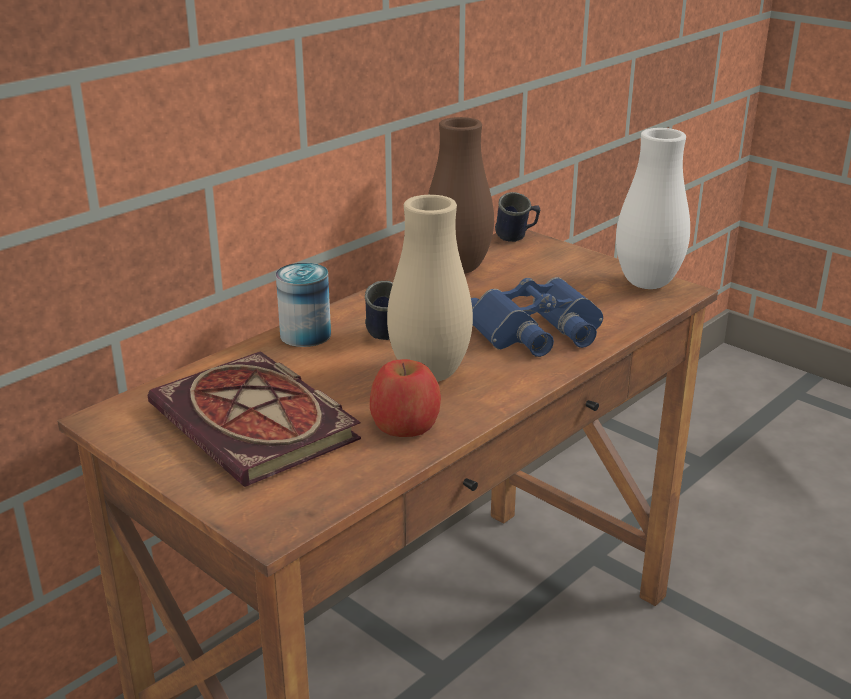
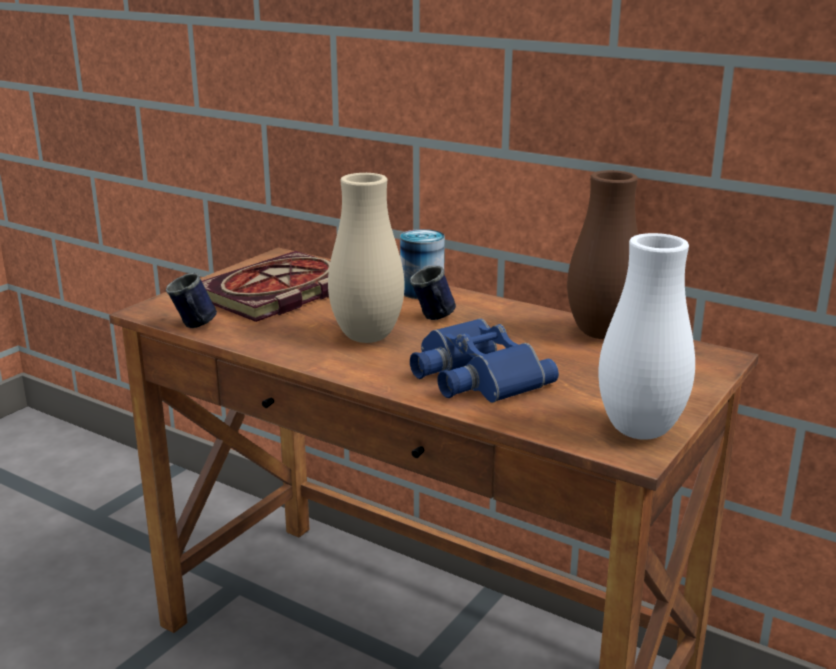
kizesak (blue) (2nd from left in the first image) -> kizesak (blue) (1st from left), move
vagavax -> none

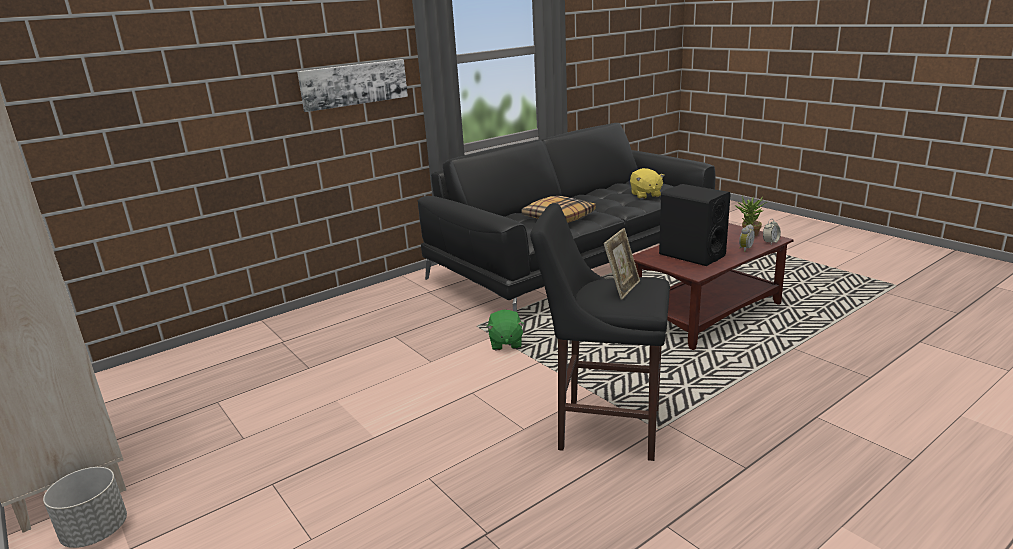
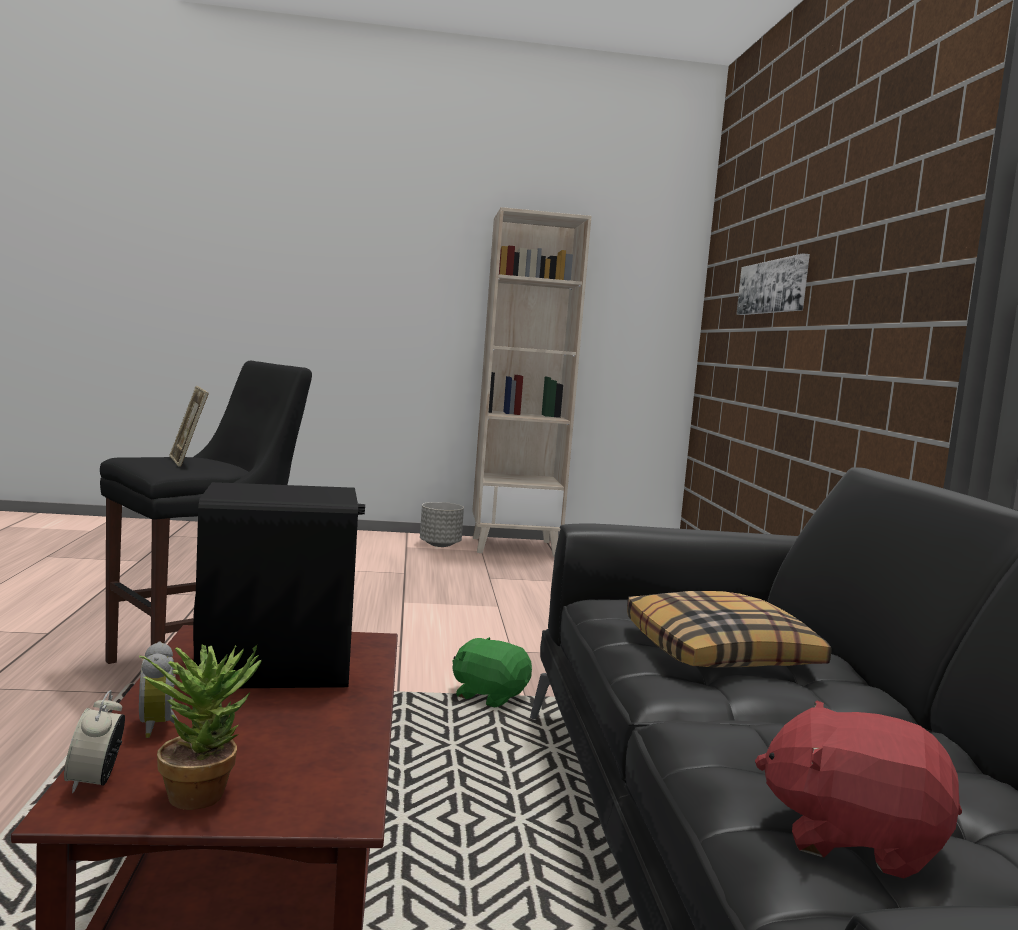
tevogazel, move
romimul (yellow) -> romimul (red)

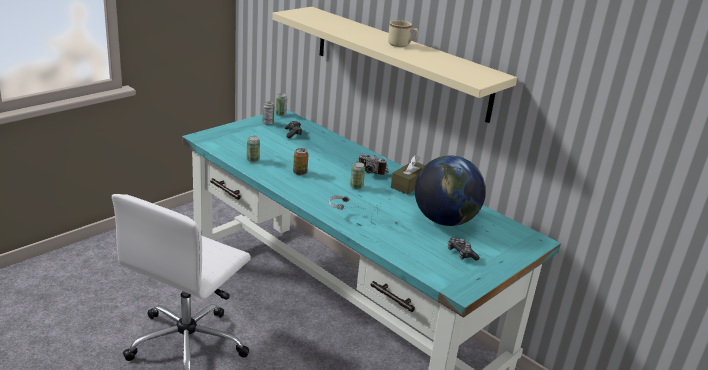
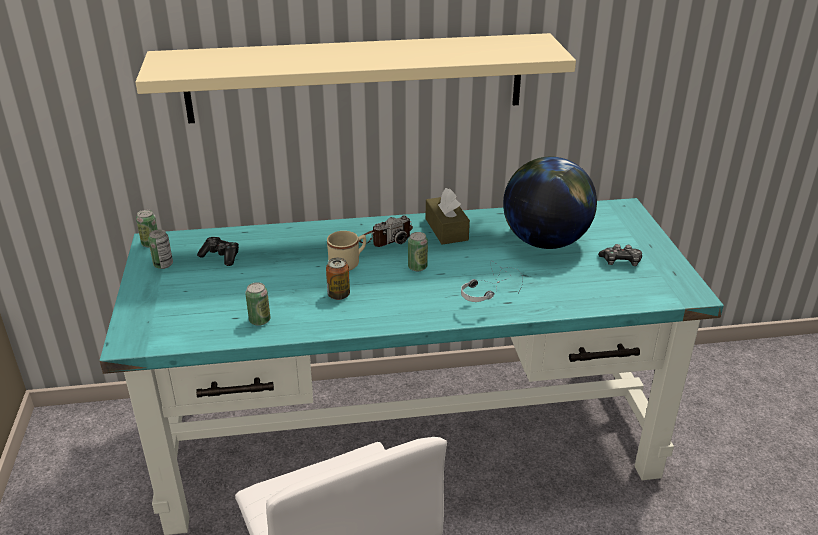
kizesak (beige), move

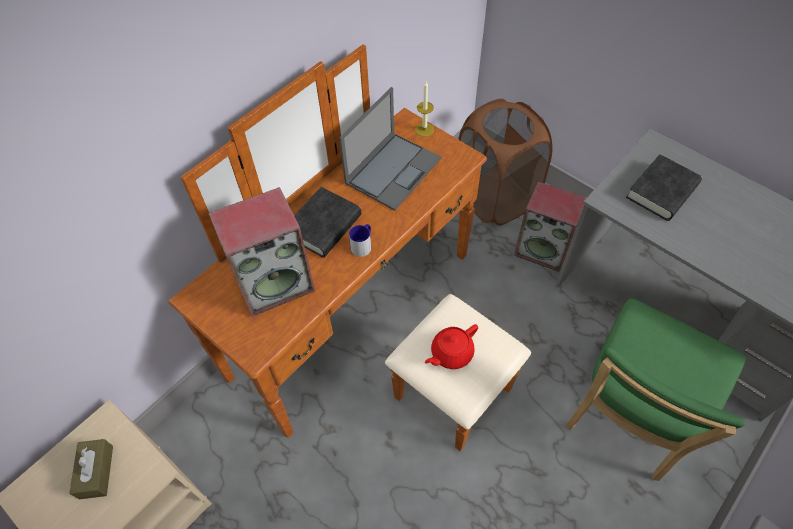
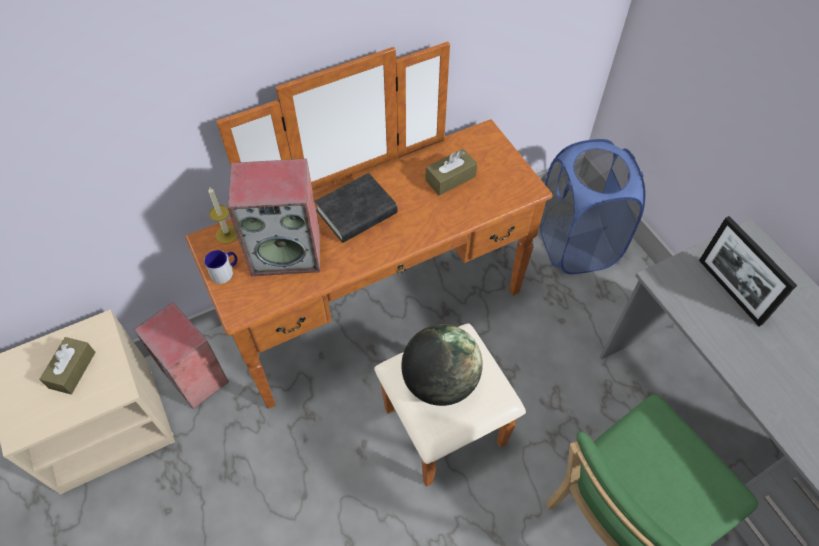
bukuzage (2nd from left in the first image) -> bukuzage (1st from left), move
kizesak, move
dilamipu, move
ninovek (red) -> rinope
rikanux -> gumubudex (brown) (2nd from left)
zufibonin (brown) -> zufibonin (blue)
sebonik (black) (2nd from left) -> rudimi

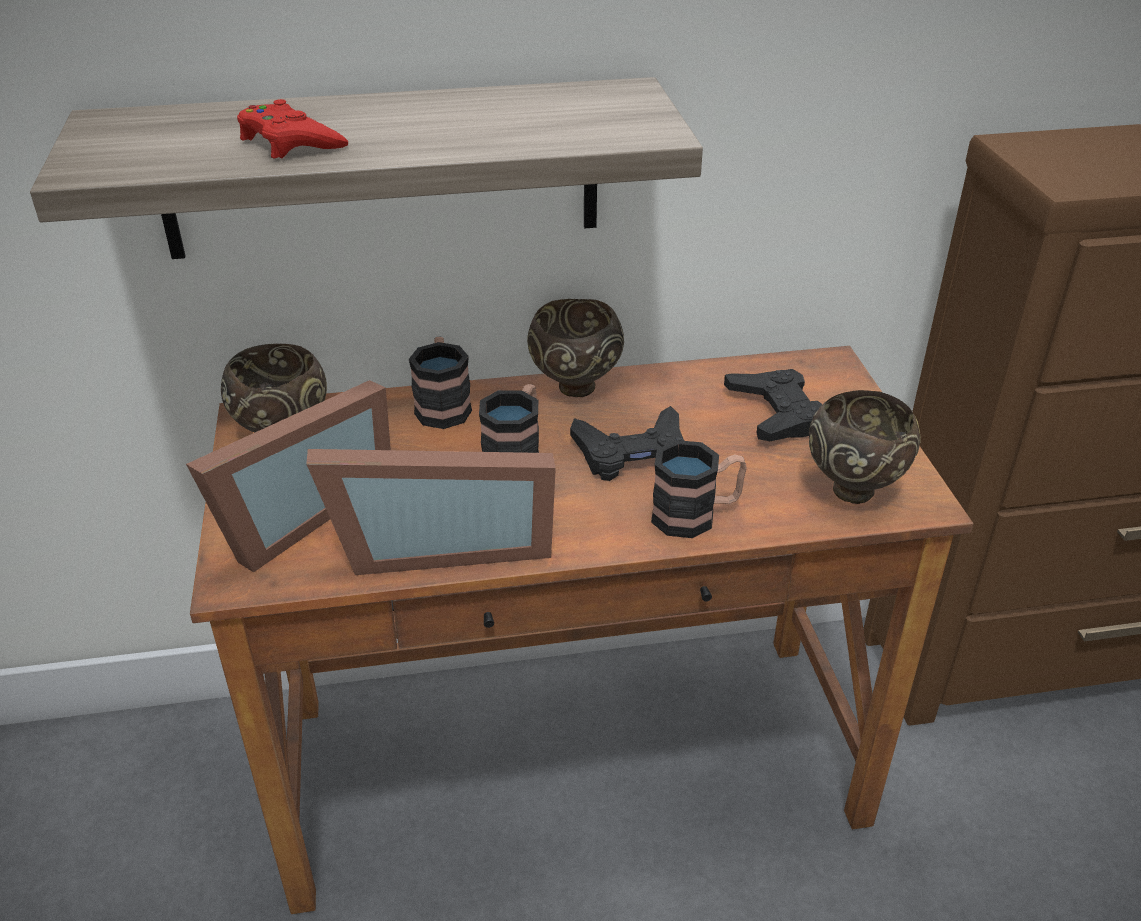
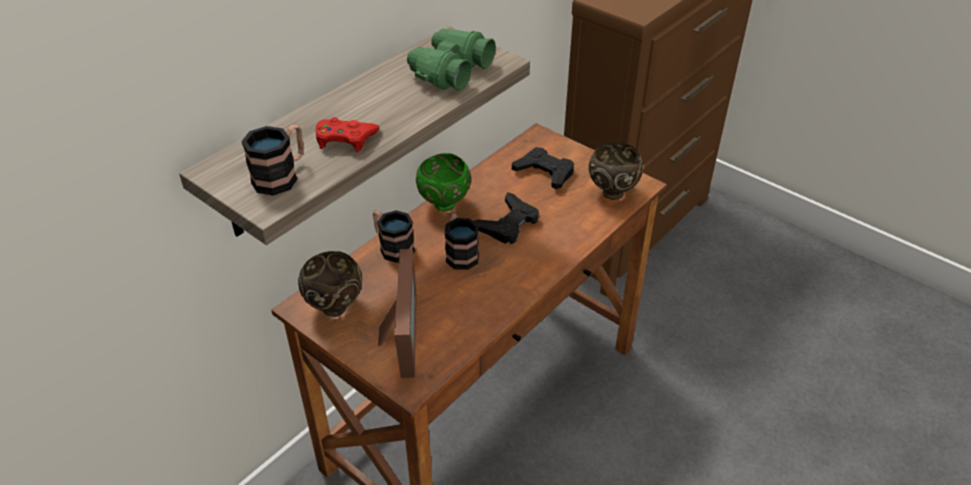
kizesak (3rd from left in the first image) -> kizesak (1st from left), move
none -> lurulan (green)
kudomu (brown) (2nd from left) -> kudomu (green)
rudimi (2nd from left) -> none

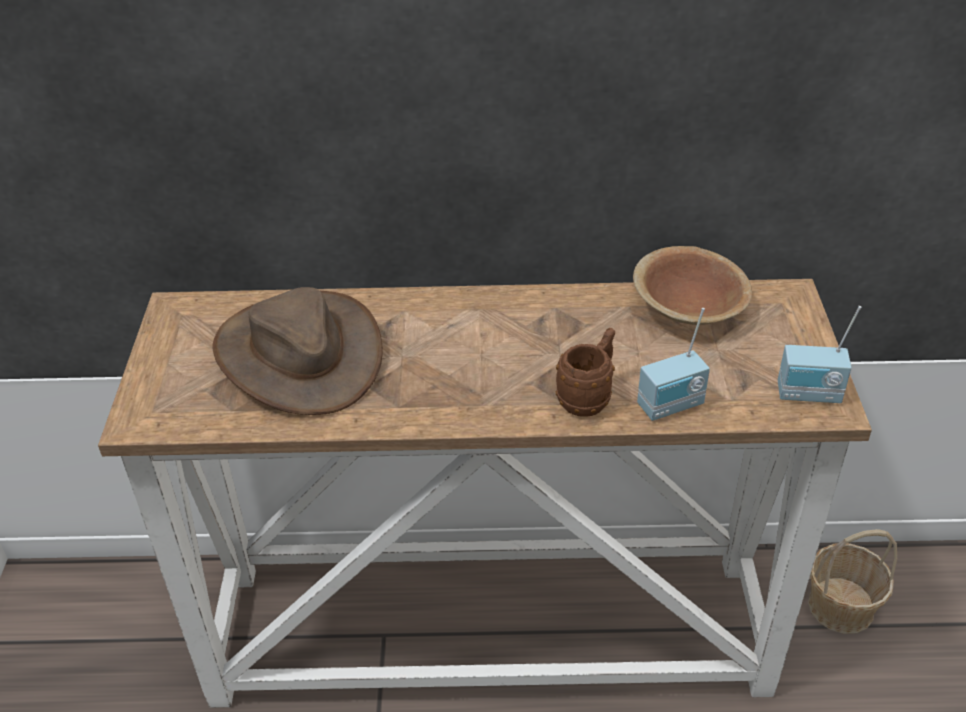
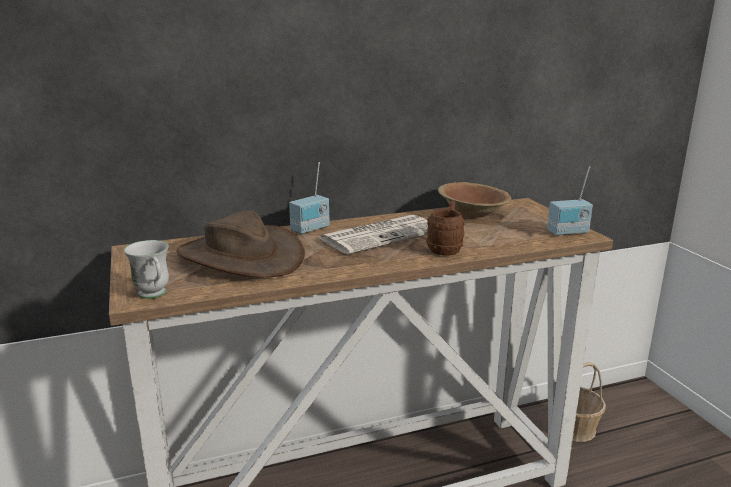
none -> kizesak (white)
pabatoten (1st from left), move
none -> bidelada

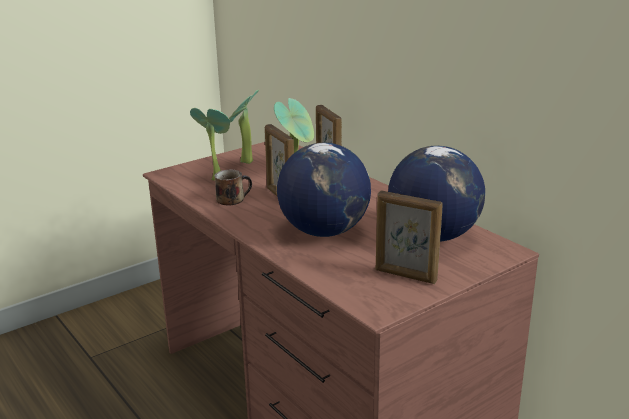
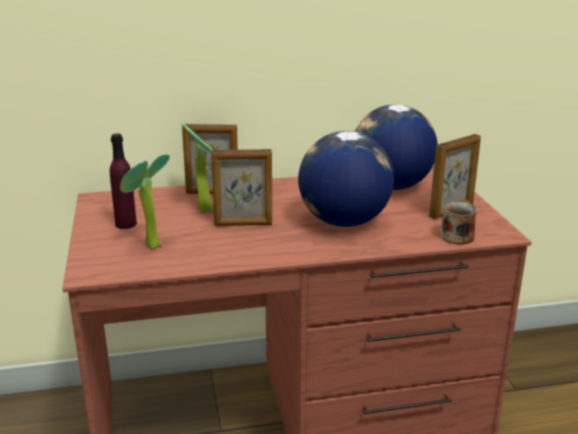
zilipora (2nd from left) -> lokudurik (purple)
kizesak, move

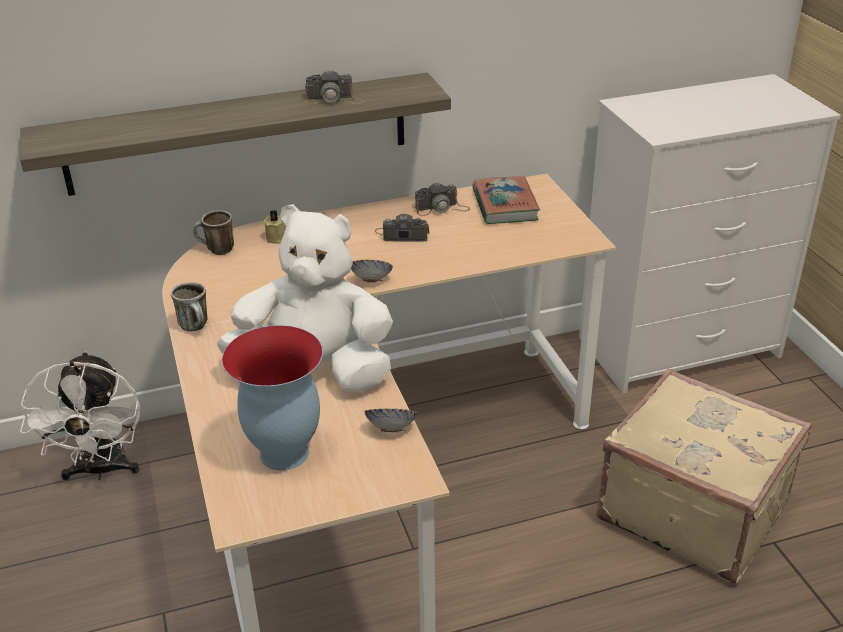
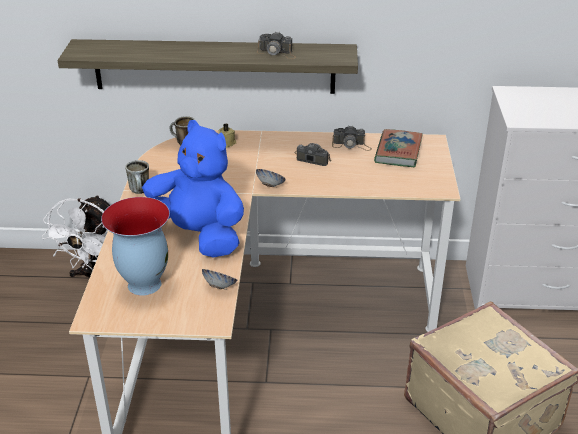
romimul (white) -> romimul (blue)

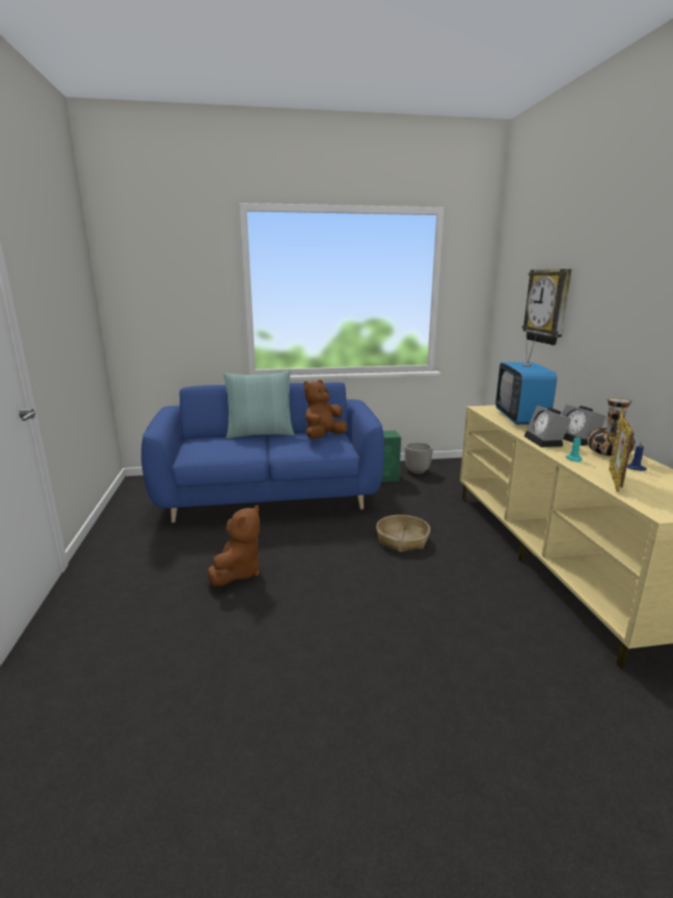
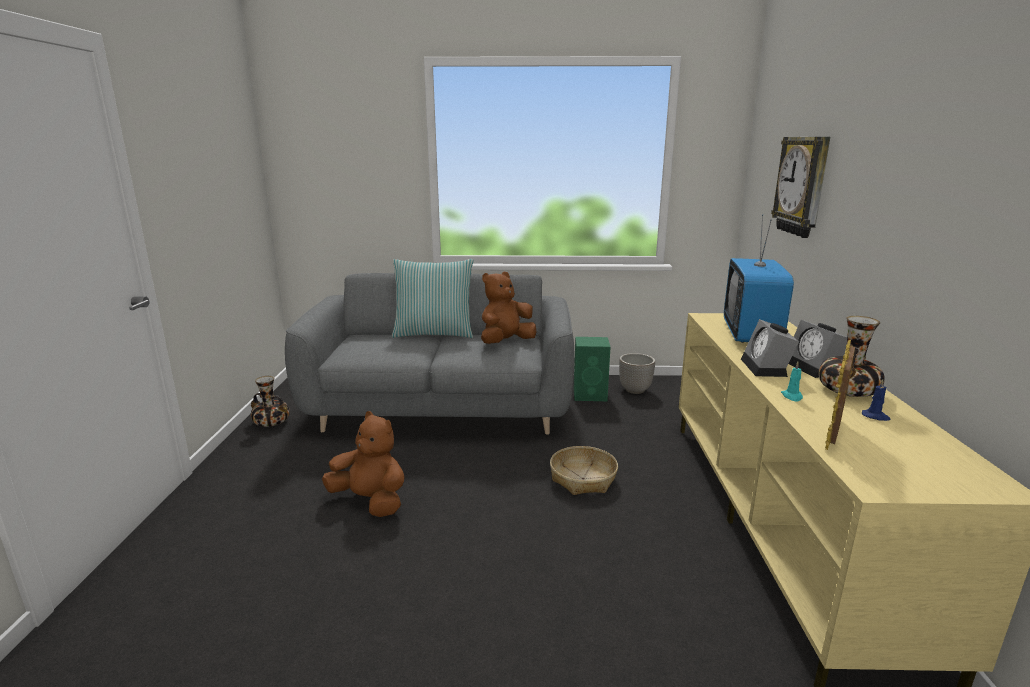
none -> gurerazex (1st from left)
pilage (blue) -> pilage (grey)
romimul (brown) (1st from left), 90 degrees counterclockwise

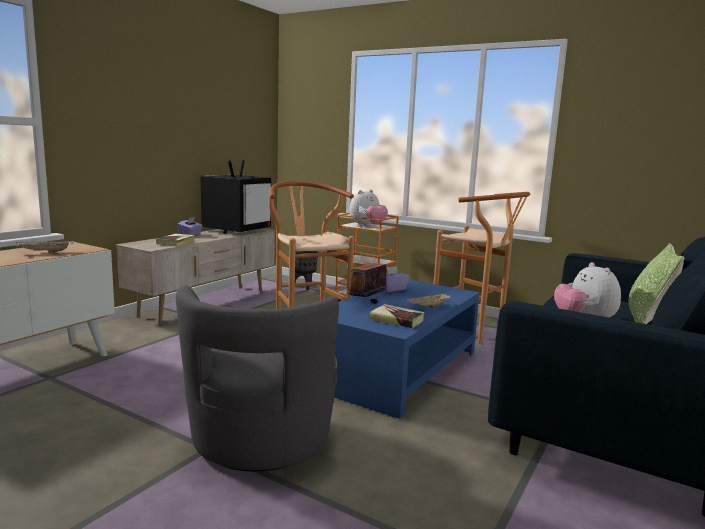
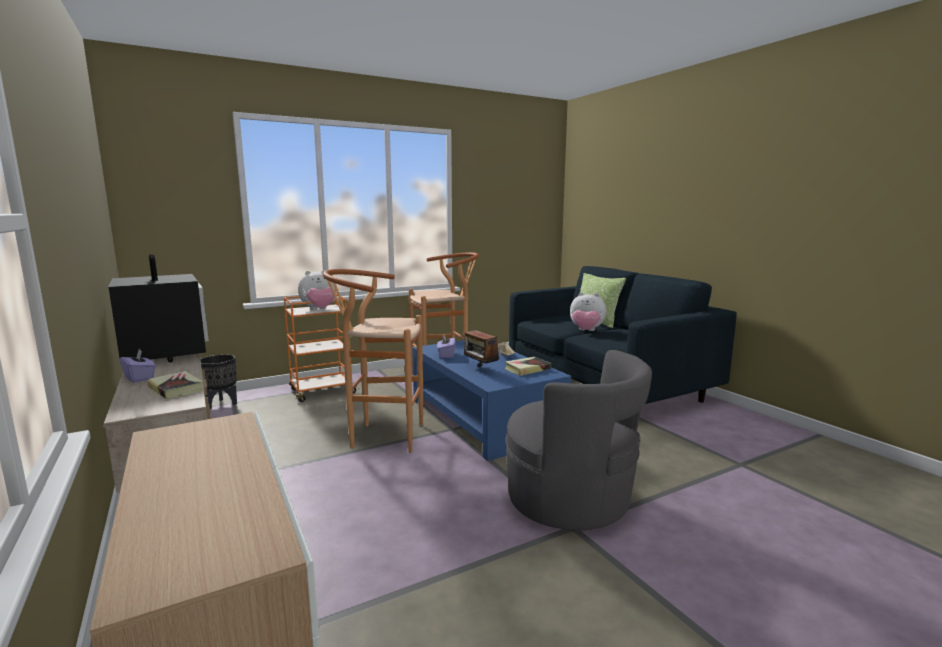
romimul (1st from left), 75 degrees clockwise
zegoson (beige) (1st from left) -> none

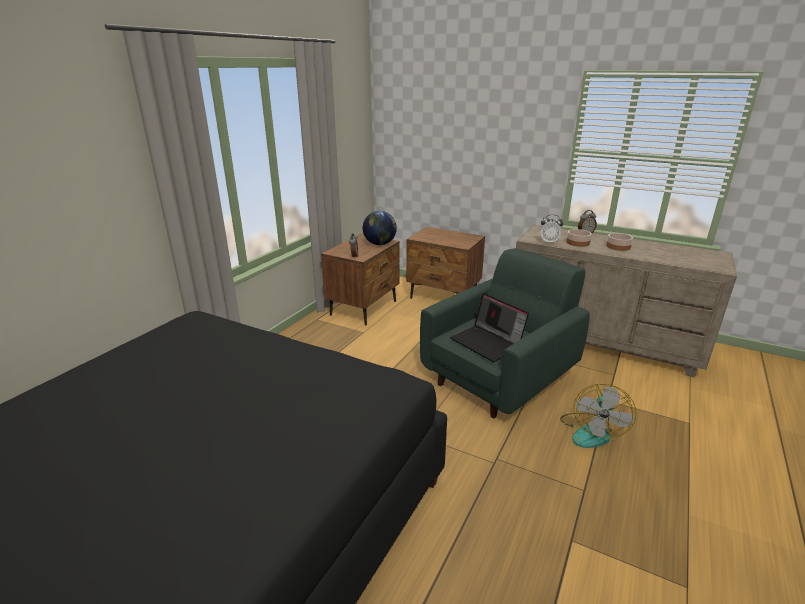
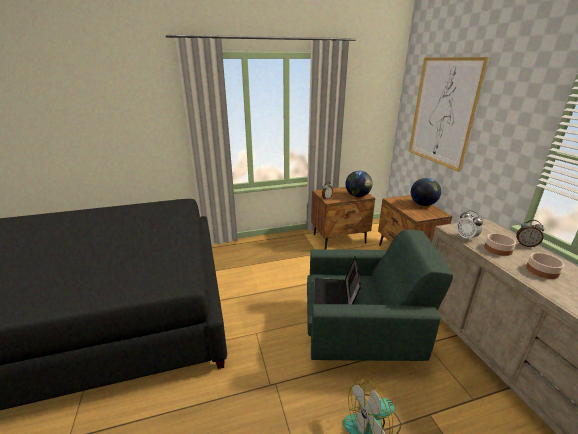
none -> tevogazel
none -> rinope (2nd from left)

